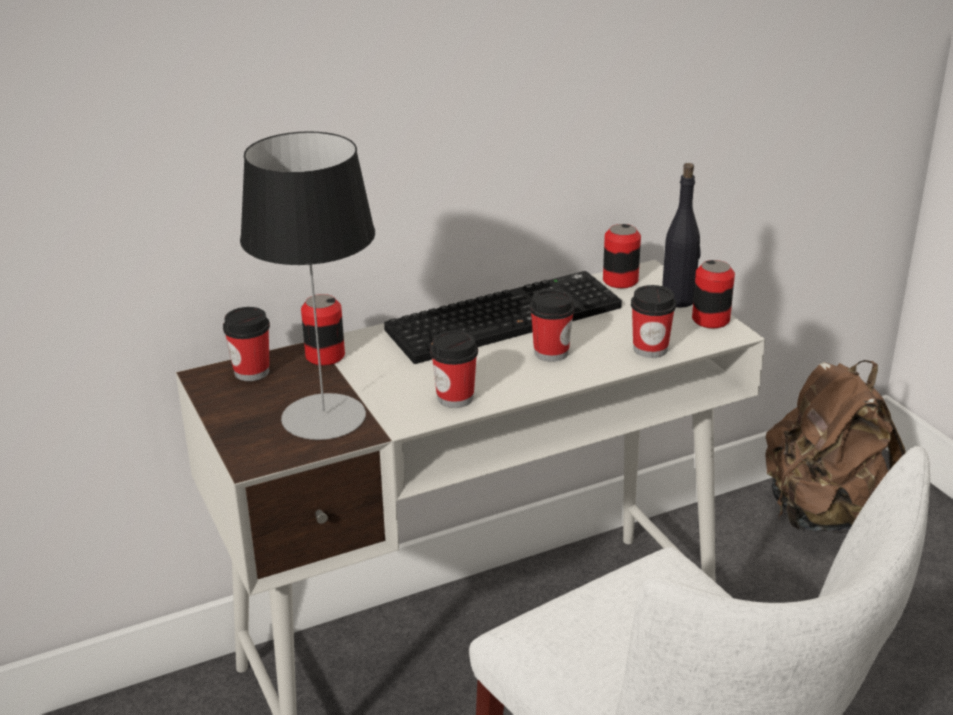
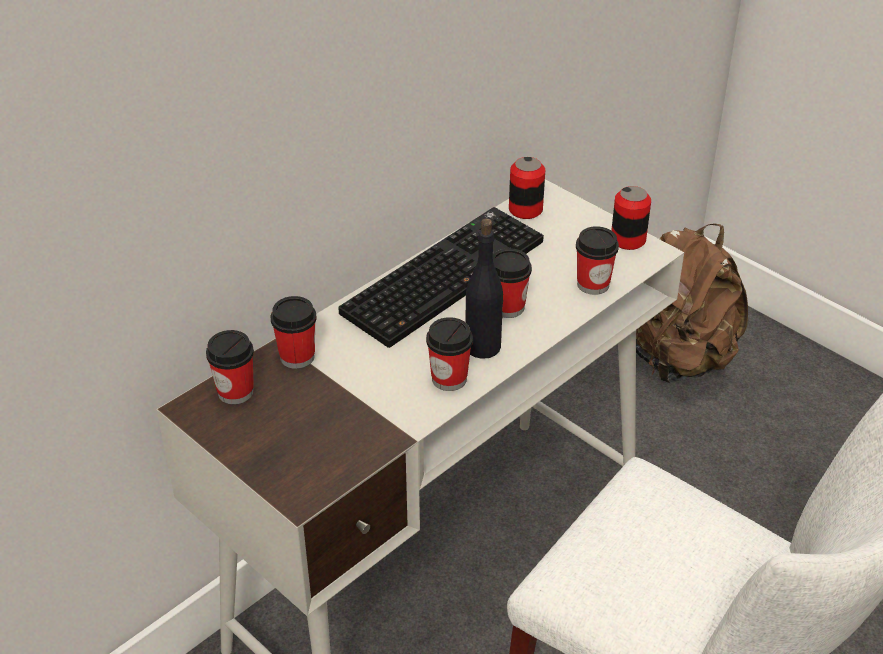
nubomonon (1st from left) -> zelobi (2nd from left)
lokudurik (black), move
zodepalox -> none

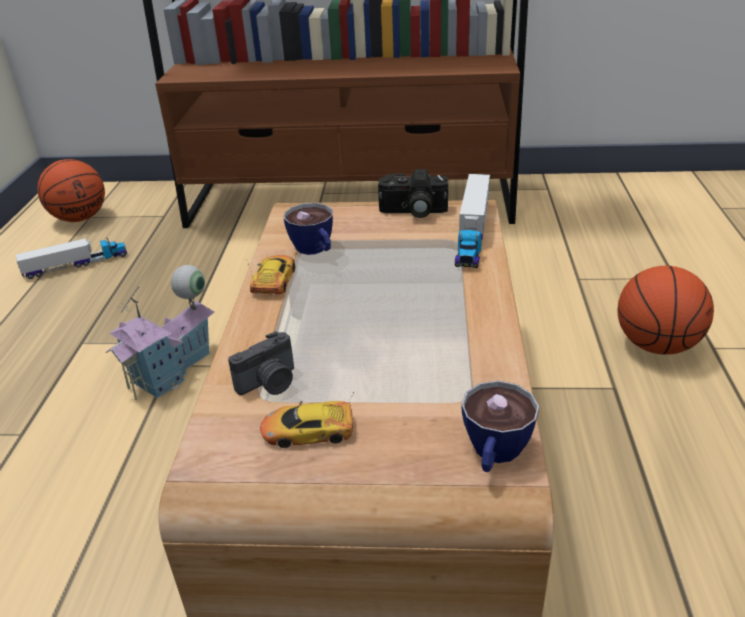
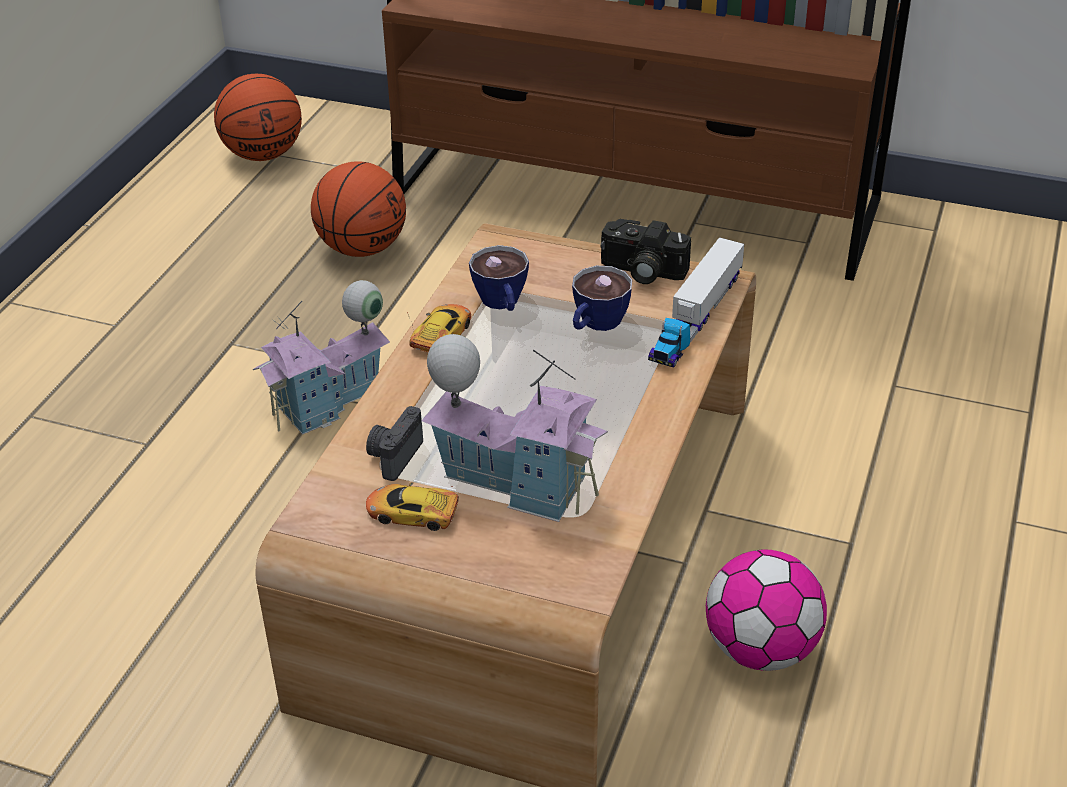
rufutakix (2nd from left), move
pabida (1st from left), 135 degrees clockwise
none -> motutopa (2nd from left)
zelobi (2nd from left), move
none -> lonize
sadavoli (1st from left) -> none

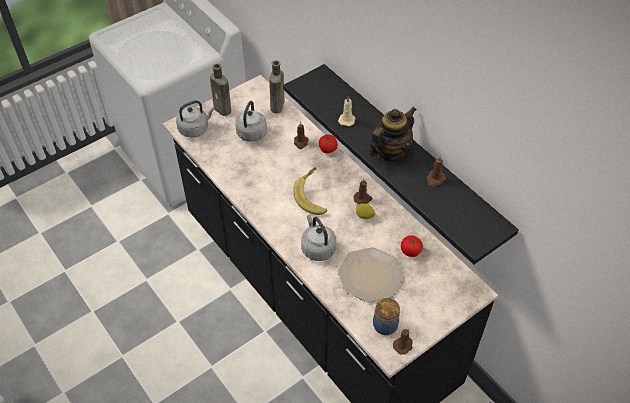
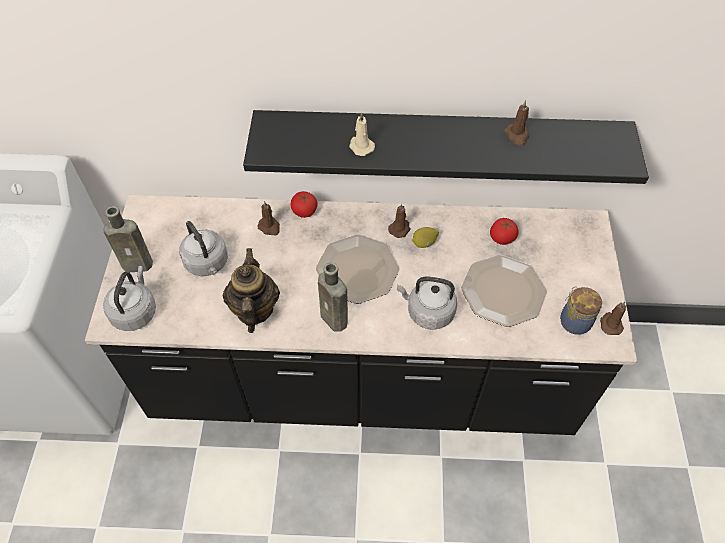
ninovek, move
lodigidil -> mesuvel (1st from left)
lokudurik (brown) (2nd from left), move

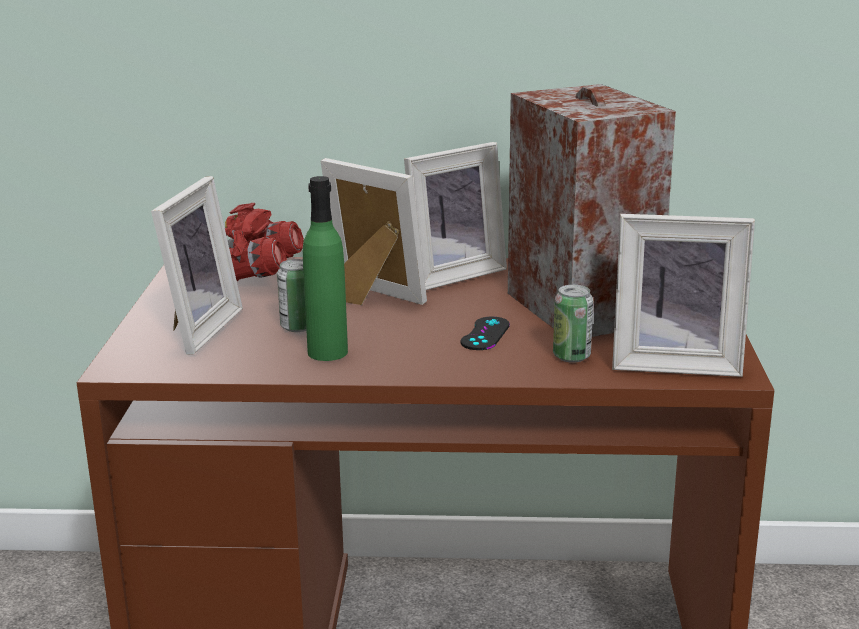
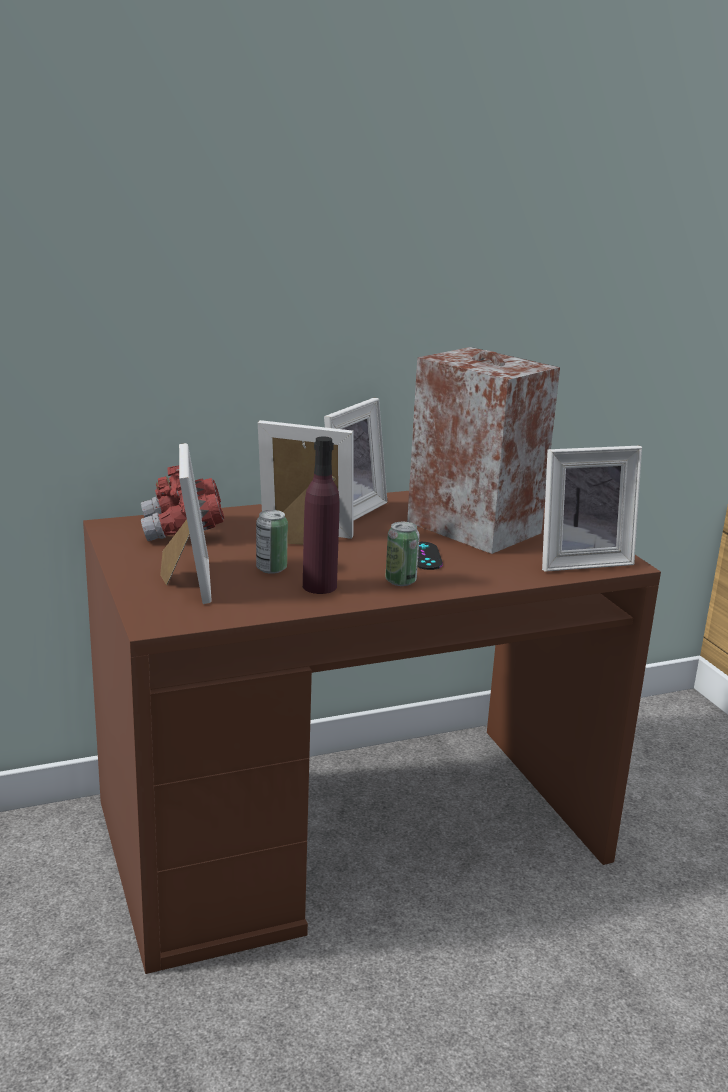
lokudurik (green) -> lokudurik (purple)
nubomonon (2nd from left), move

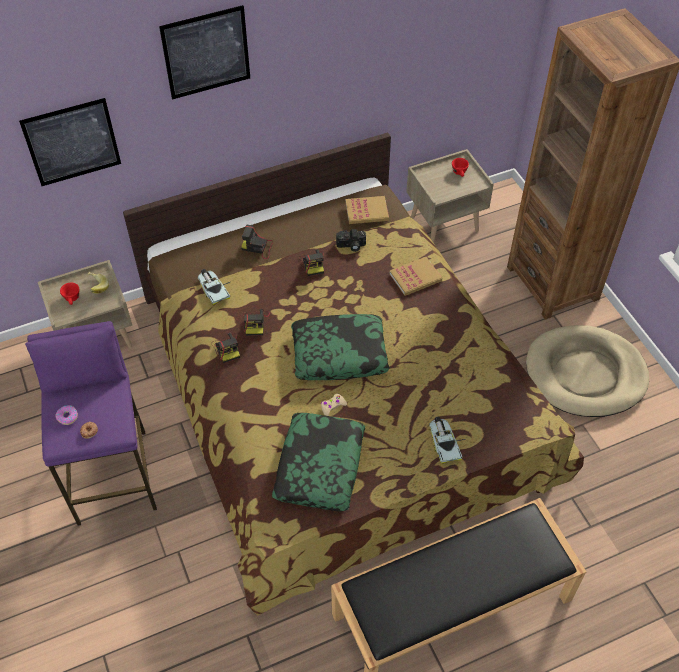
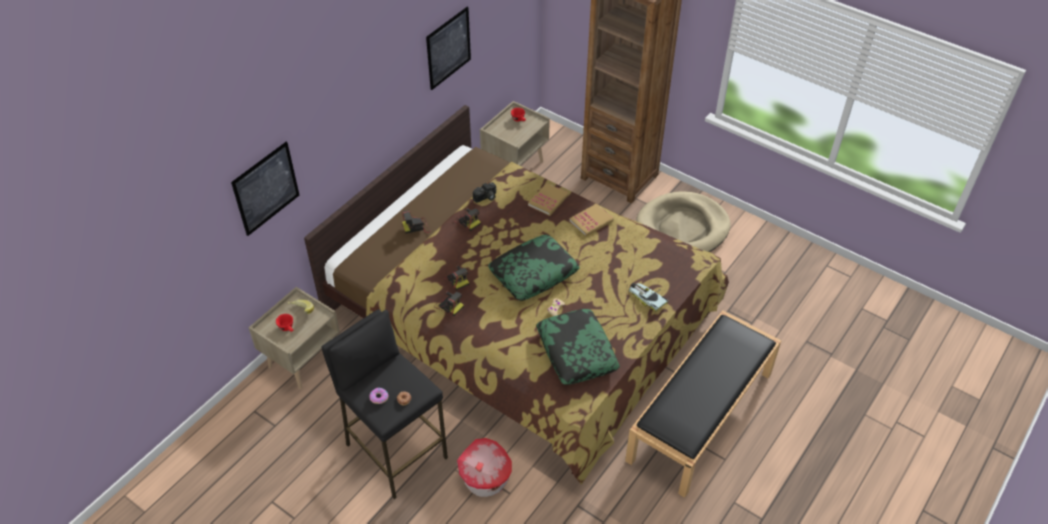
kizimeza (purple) -> kizimeza (black)
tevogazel (2nd from left), move
none -> motutopa
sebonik (1st from left in the first image) -> sebonik (2nd from left), move
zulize (1st from left) -> none

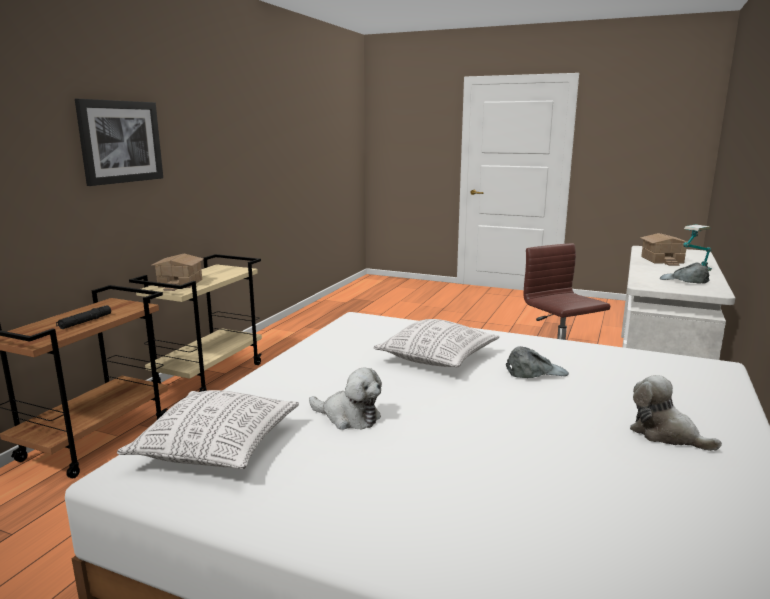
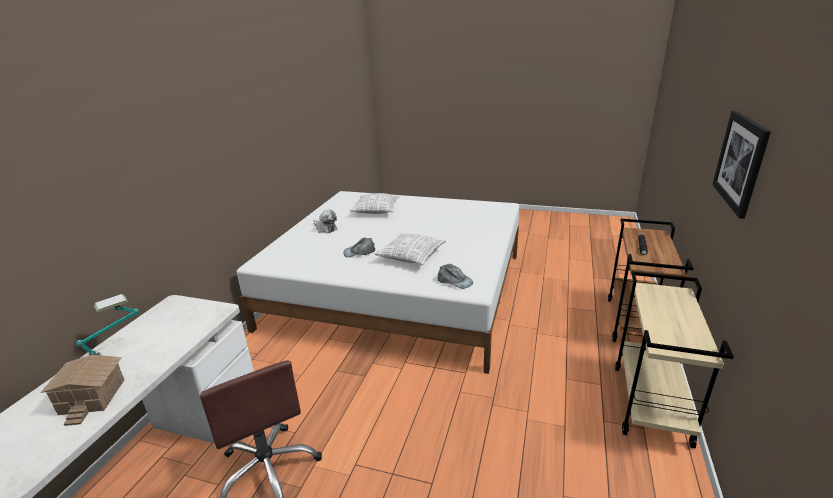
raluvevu (1st from left), move
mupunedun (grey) (2nd from left), move
motutopa (1st from left) -> none
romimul (1st from left) -> none

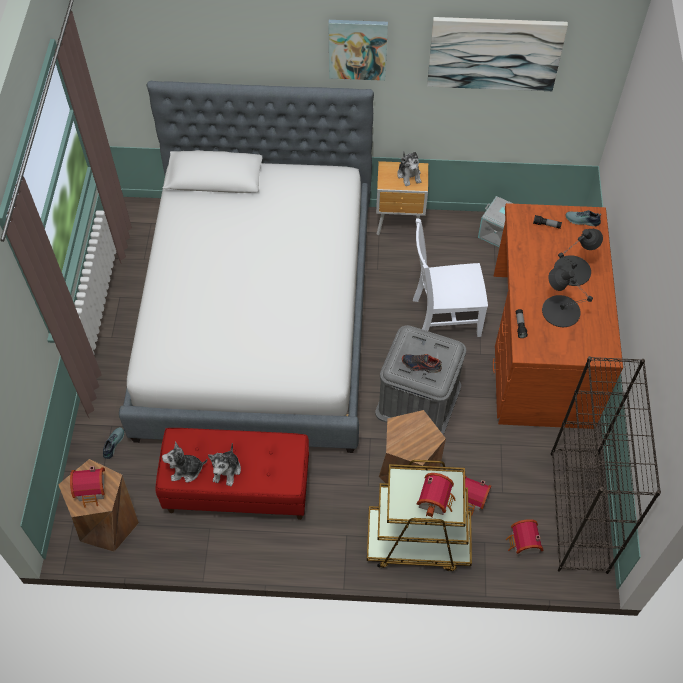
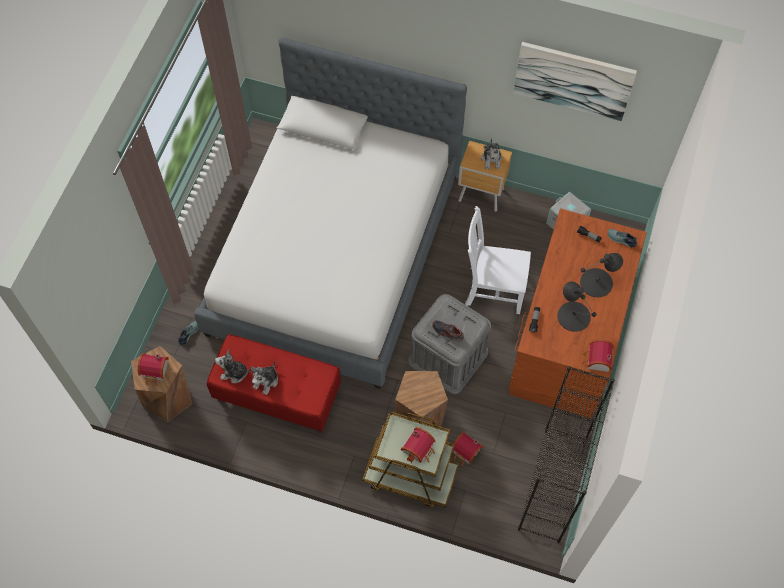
motutopa (4th from left), move
tevogazel (1st from left) -> none

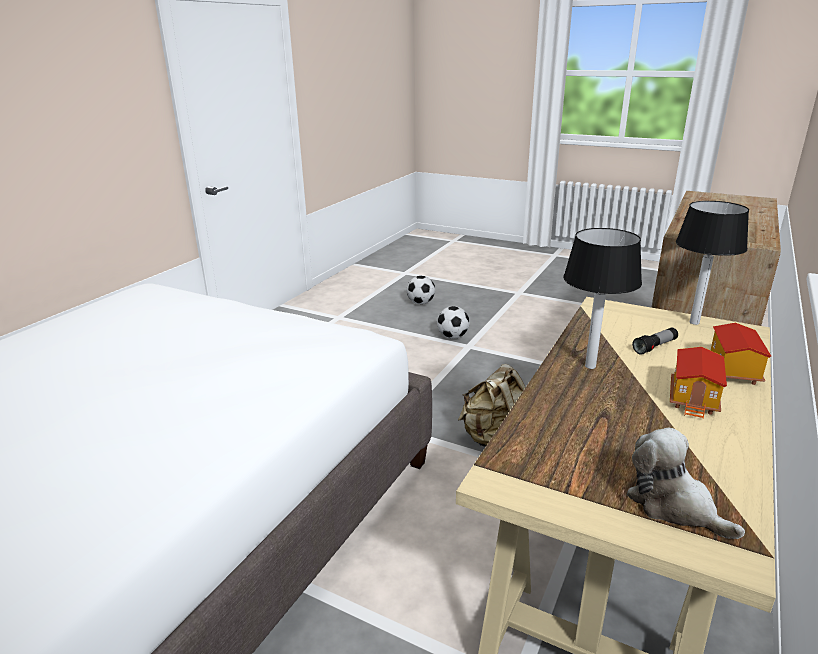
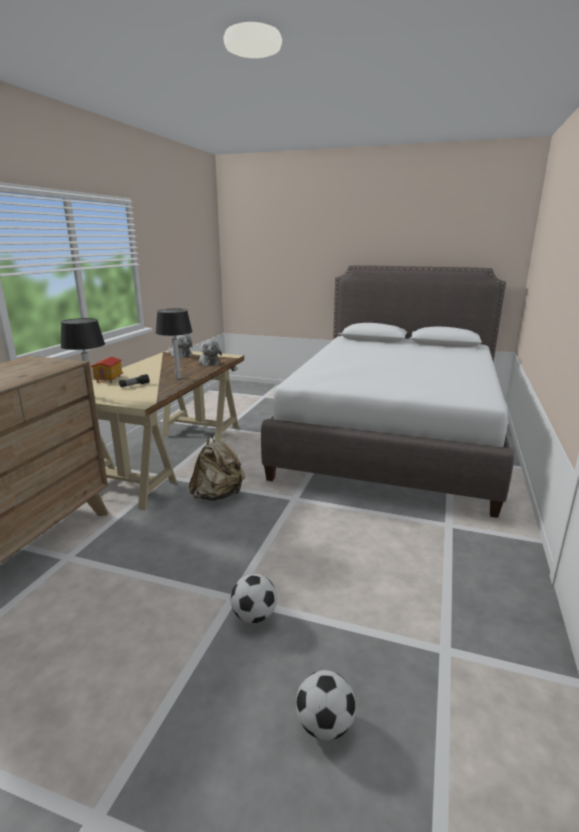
none -> romimul (2nd from left)
motutopa (1st from left) -> none

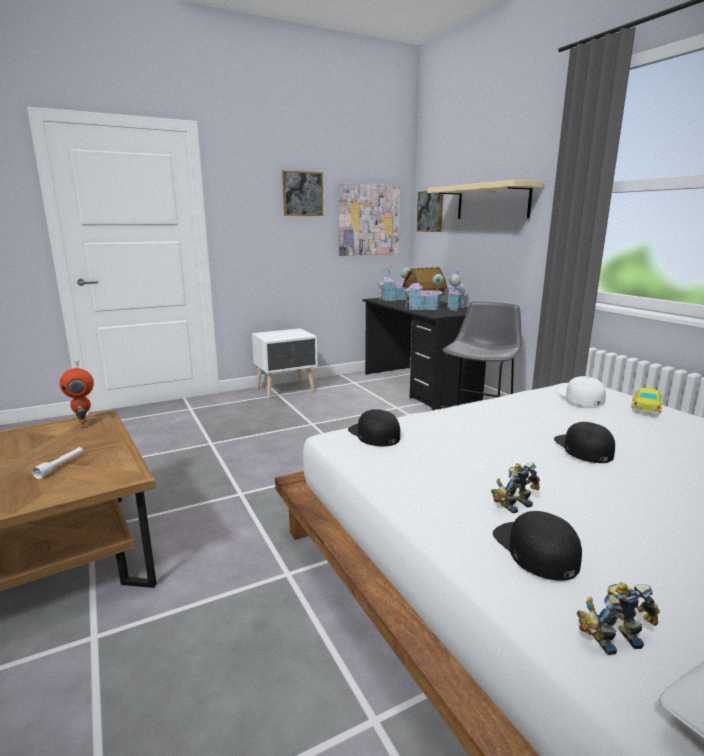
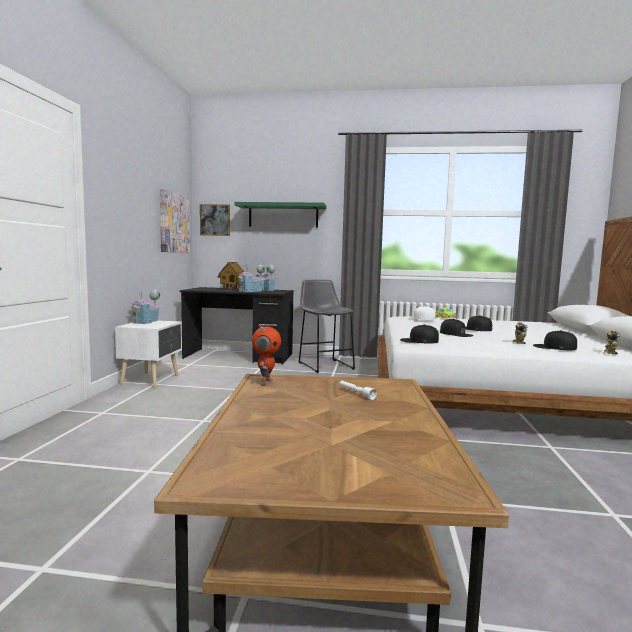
motutopa (1st from left), move
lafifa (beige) -> lafifa (green)
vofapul (1st from left), 90 degrees counterclockwise
none -> mupunedun (black) (2nd from left)
tevogazel (1st from left) -> none

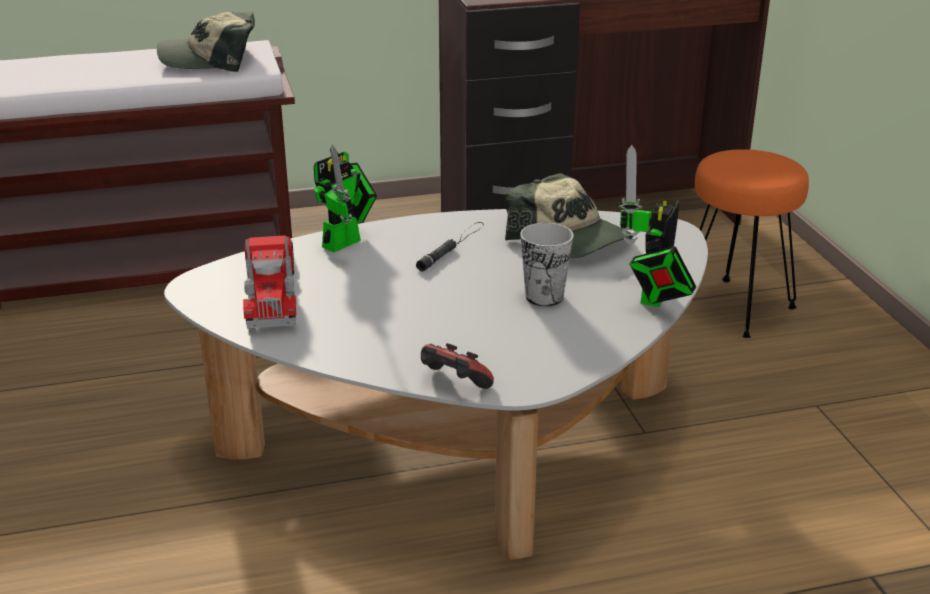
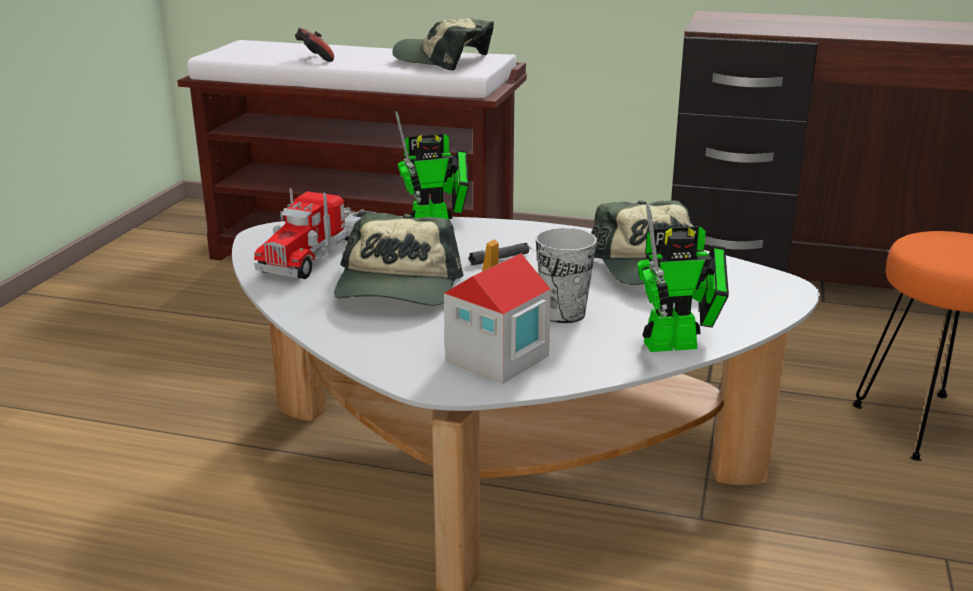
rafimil, move
none -> mupunedun (1st from left)
none -> motutopa
vofapul (2nd from left), 150 degrees counterclockwise

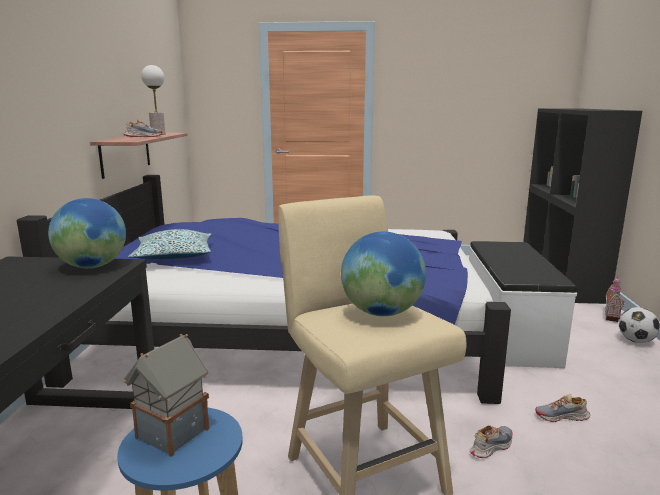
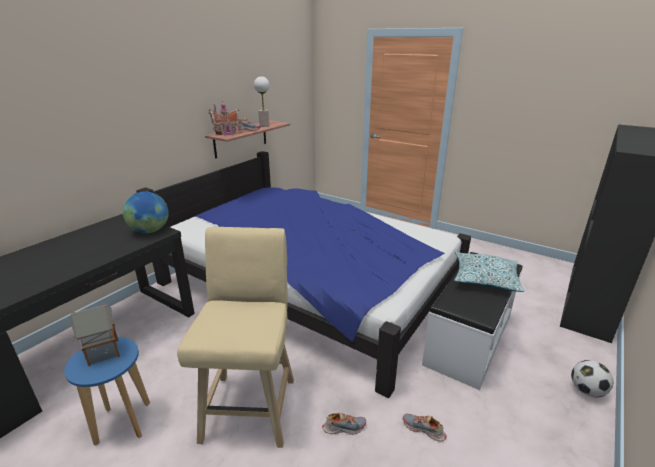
motutopa (2nd from left), move
raluvevu, move
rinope (2nd from left) -> none

